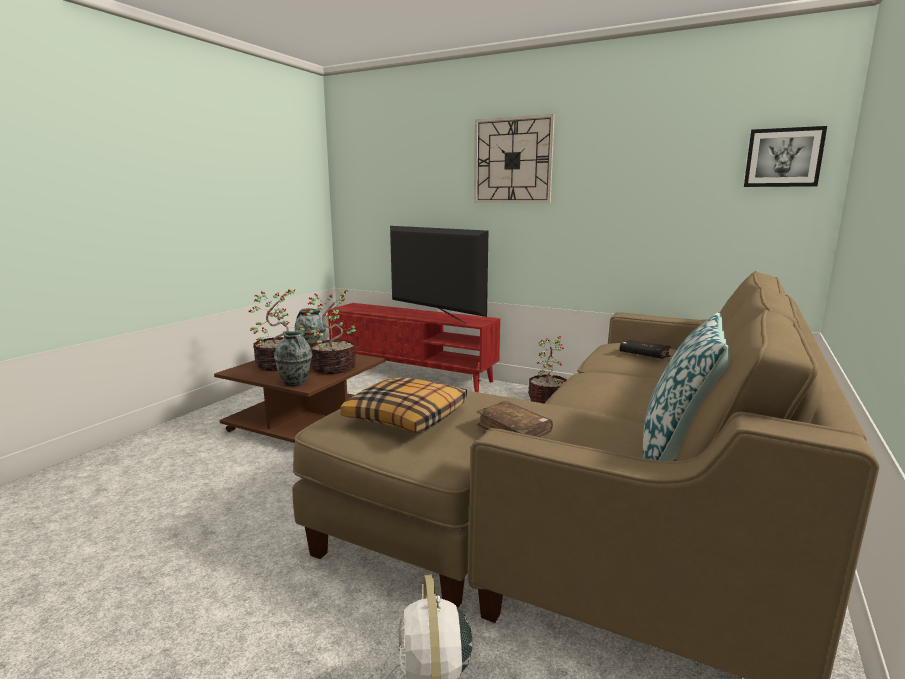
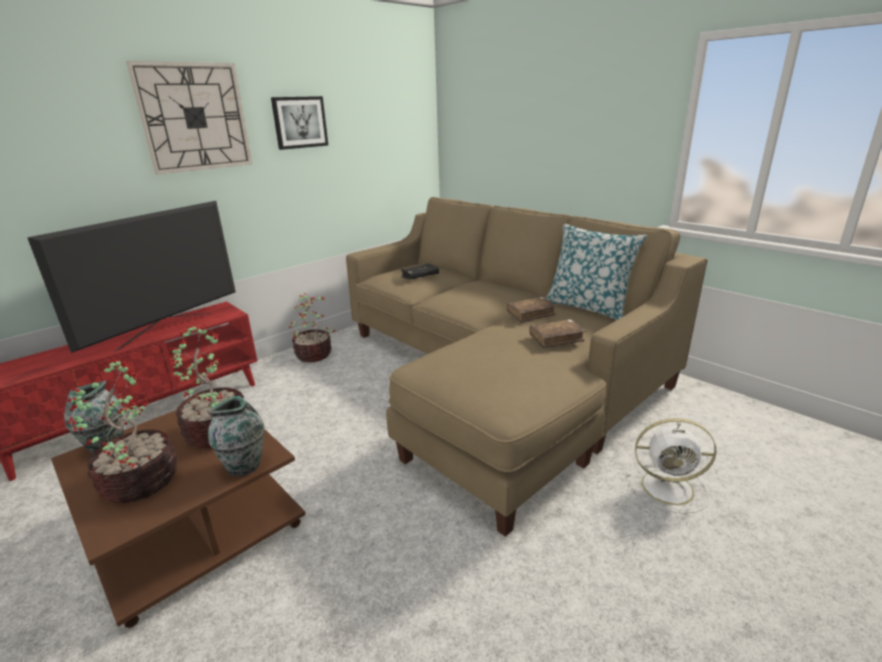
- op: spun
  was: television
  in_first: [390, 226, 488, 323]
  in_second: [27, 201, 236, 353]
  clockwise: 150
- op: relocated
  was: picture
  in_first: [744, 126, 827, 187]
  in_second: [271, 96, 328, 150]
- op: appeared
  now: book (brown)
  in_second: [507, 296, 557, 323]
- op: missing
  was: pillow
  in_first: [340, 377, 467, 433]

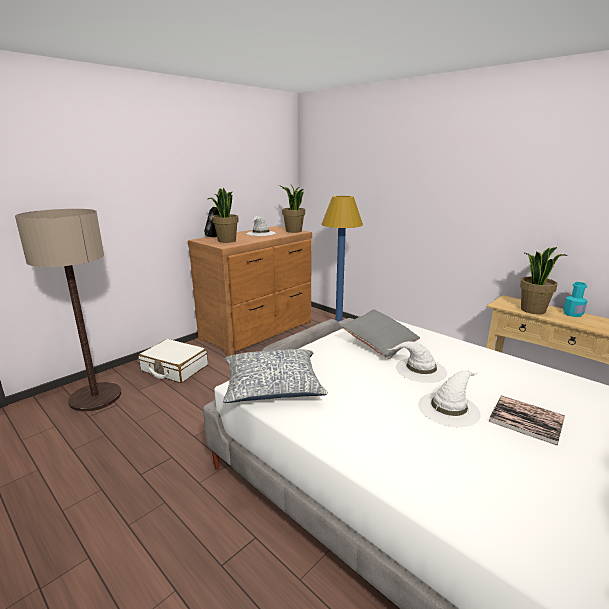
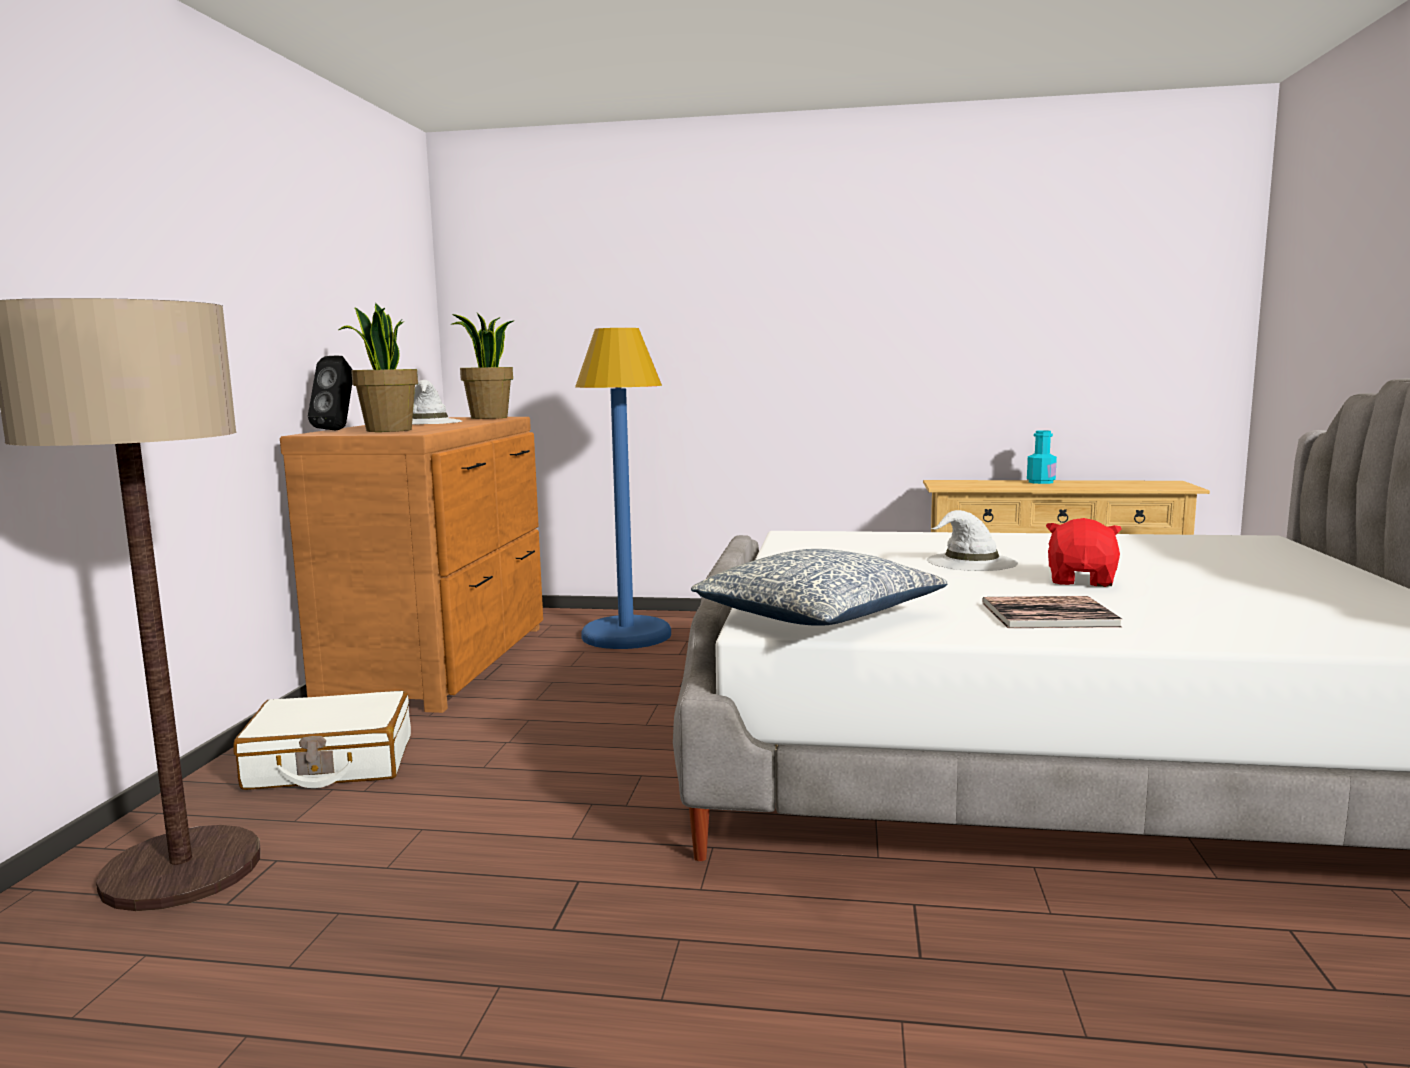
- op: relocated
  was: book
  in_first: [489, 396, 565, 446]
  in_second: [982, 596, 1123, 628]
- op: exchanged
  was: hat (white)
  now: plush toy (red)
  in_first: [418, 370, 481, 427]
  in_second: [1046, 518, 1122, 587]
- op: missing
  was: pillow (grey)
  in_first: [340, 309, 420, 359]
- op: missing
  was: potted plant
  in_first: [520, 247, 568, 314]

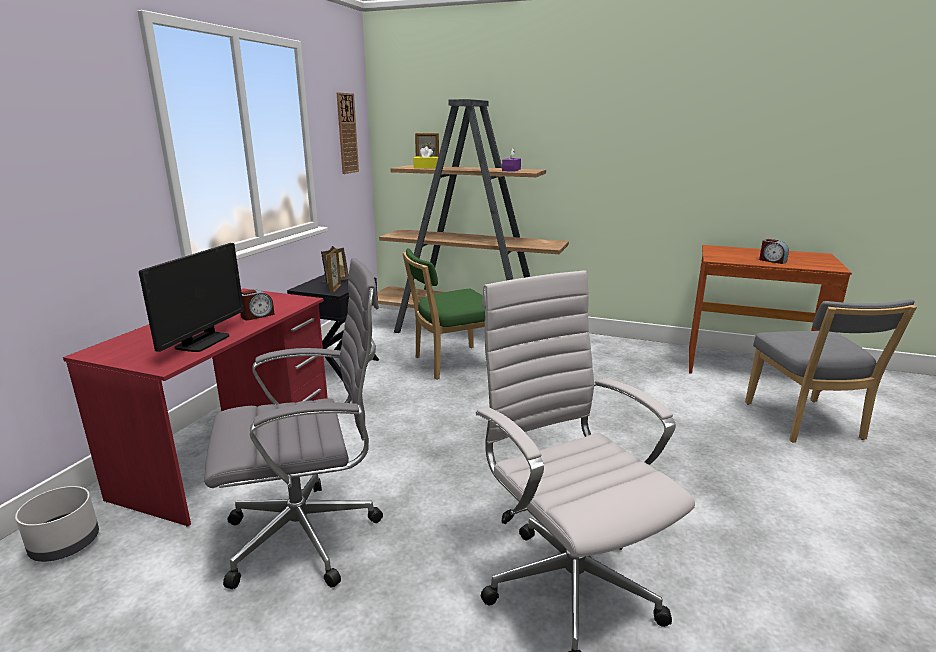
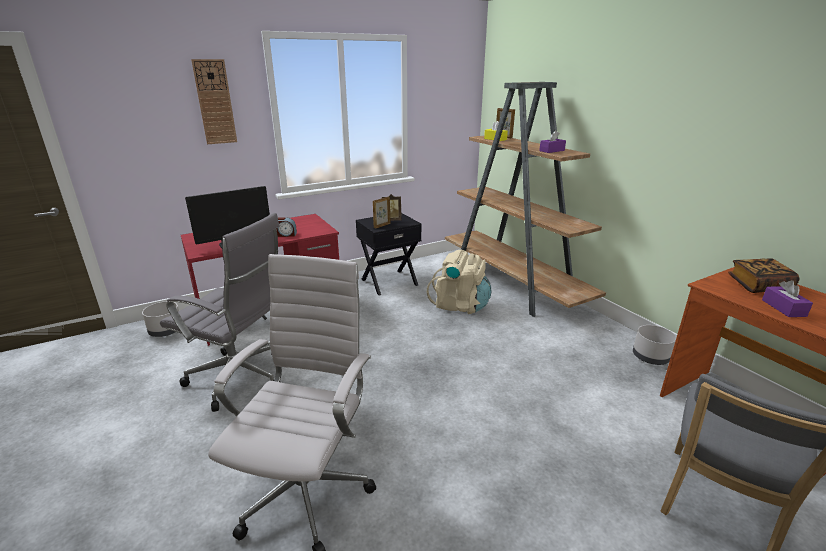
- op: relocated
  was: wall clock
  in_first: [336, 92, 359, 174]
  in_second: [191, 59, 237, 144]
- op: exchanged
  was: chair (green)
  now: backpack (beige)
  in_first: [402, 248, 485, 380]
  in_second: [427, 250, 491, 314]
- op: appeared
  now: planter (grey)
  in_second: [633, 325, 677, 365]
- op: appeared
  now: book
  in_second: [728, 258, 800, 293]
- op: exchanged
  was: alarm clock
  now: tissue box (purple)
  in_first: [759, 239, 789, 264]
  in_second: [762, 280, 813, 317]

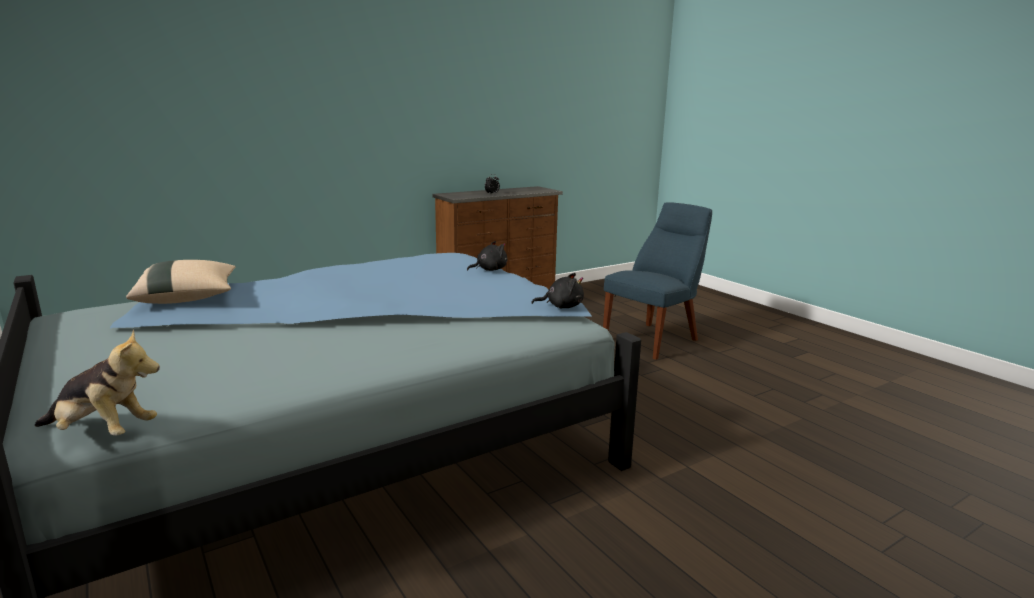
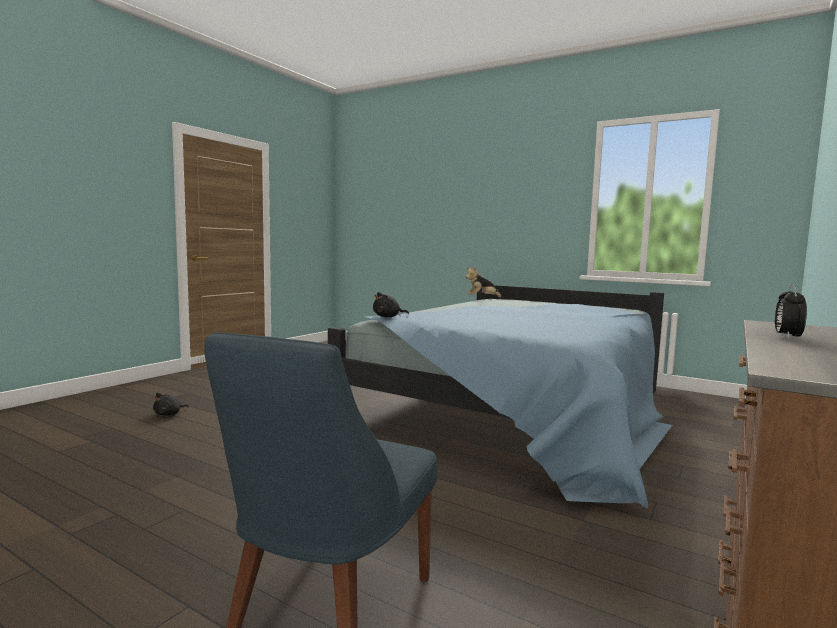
- op: relocated
  was: plush toy (black)
  in_first: [467, 241, 507, 271]
  in_second: [153, 393, 189, 416]
- op: missing
  was: pillow (beige)
  in_first: [126, 260, 235, 304]

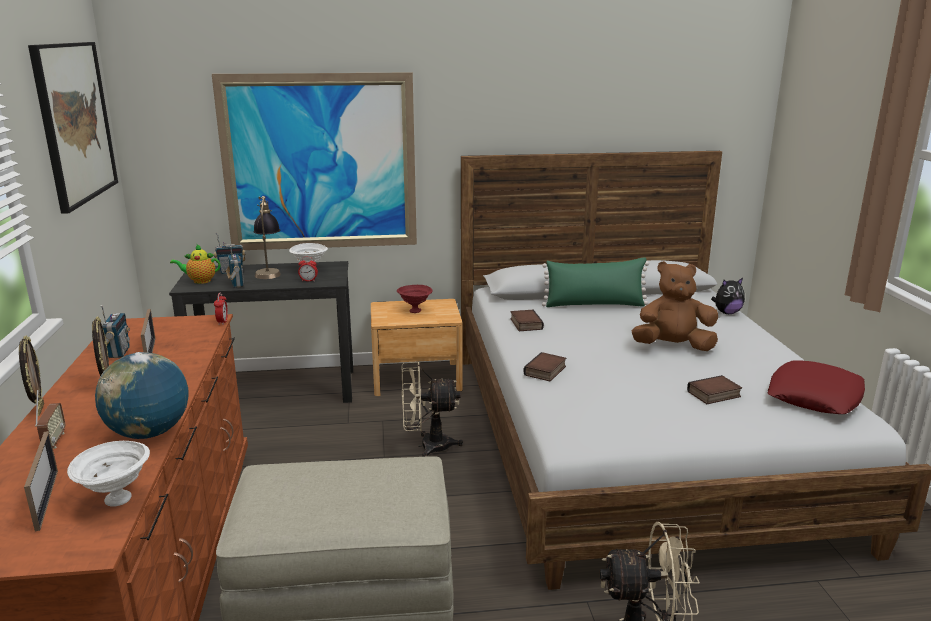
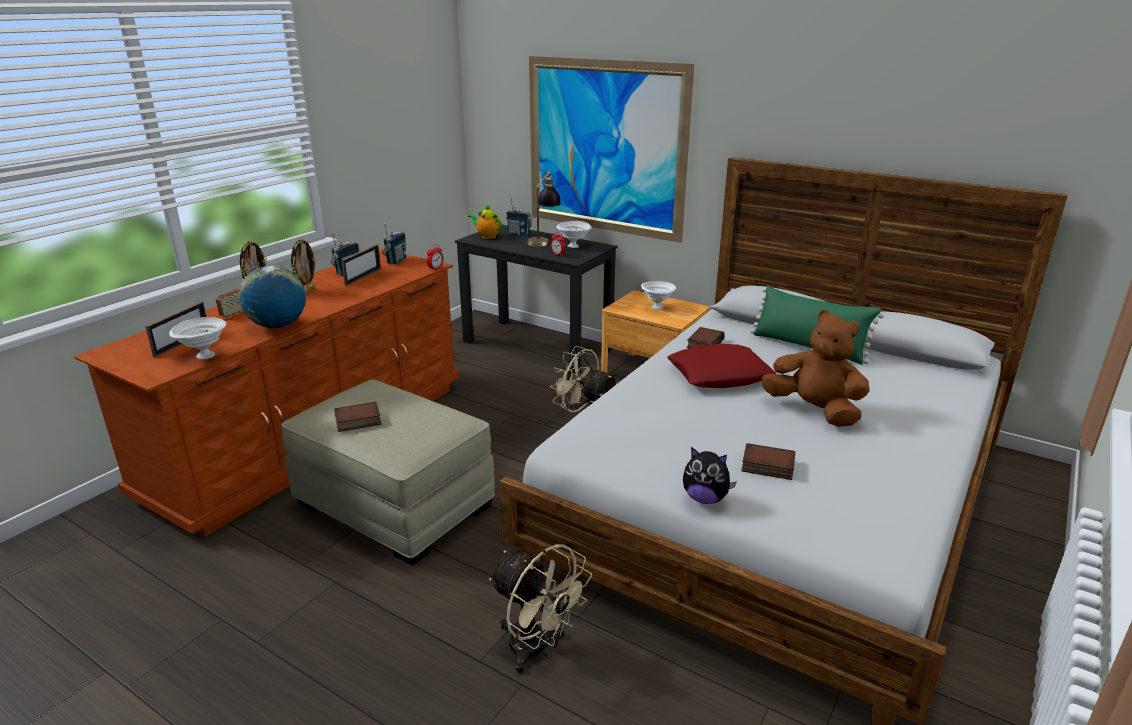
- op: relocated
  was: book
  in_first: [524, 352, 566, 381]
  in_second: [334, 402, 381, 432]
- op: relocated
  was: radio
  in_first: [226, 246, 244, 288]
  in_second: [382, 223, 406, 264]
- op: colour
  was: bowl (red)
  now: bowl (white)
  in_first: [397, 285, 433, 313]
  in_second: [641, 281, 676, 310]
- op: relocated
  was: pillow (red)
  in_first: [767, 360, 865, 414]
  in_second: [667, 344, 776, 388]
- op: relocated
  was: plush toy
  in_first: [711, 278, 745, 314]
  in_second: [683, 447, 737, 504]
- op: missing
  was: picture
  in_first: [28, 42, 118, 214]

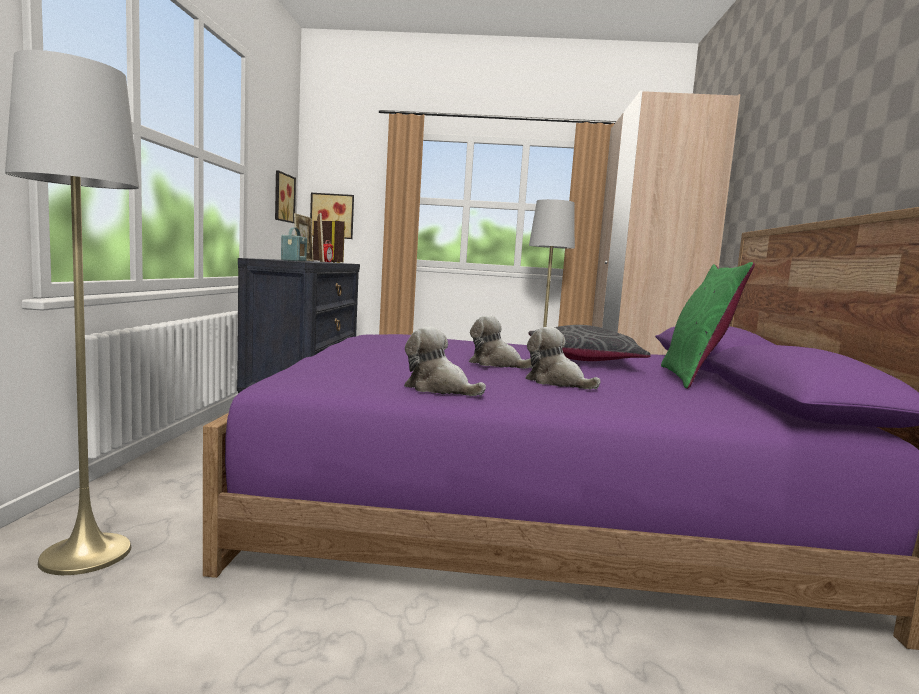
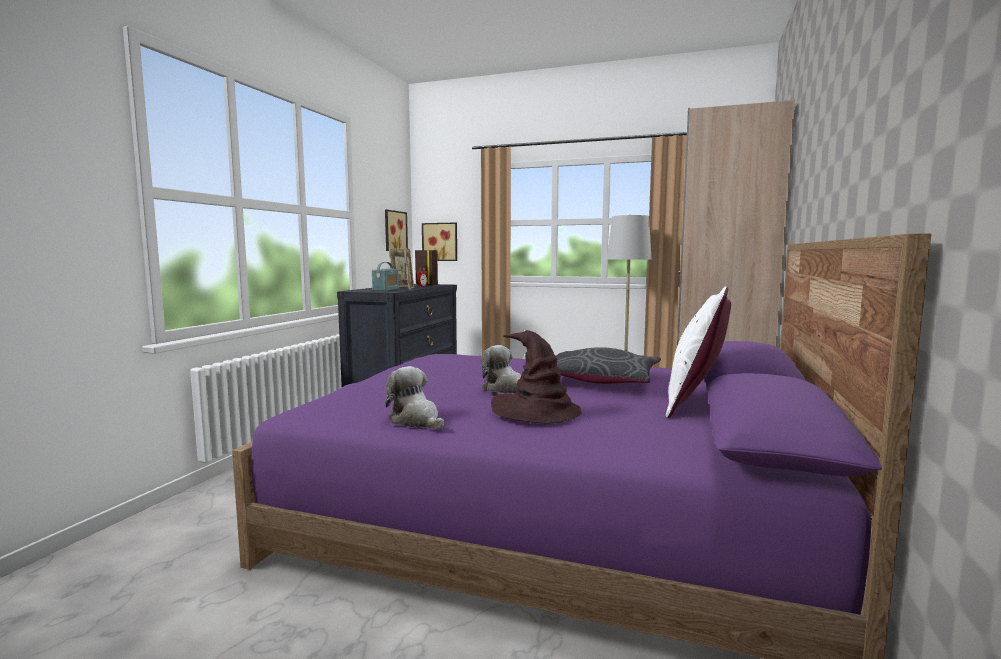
- op: exchanged
  was: plush toy
  now: hat (brown)
  in_first: [525, 327, 601, 389]
  in_second: [491, 330, 582, 424]
- op: colour
  was: pillow (green)
  now: pillow (white)
  in_first: [661, 262, 755, 389]
  in_second: [666, 287, 731, 418]
- op: missing
  was: floor lamp (grey)
  in_first: [5, 50, 139, 575]

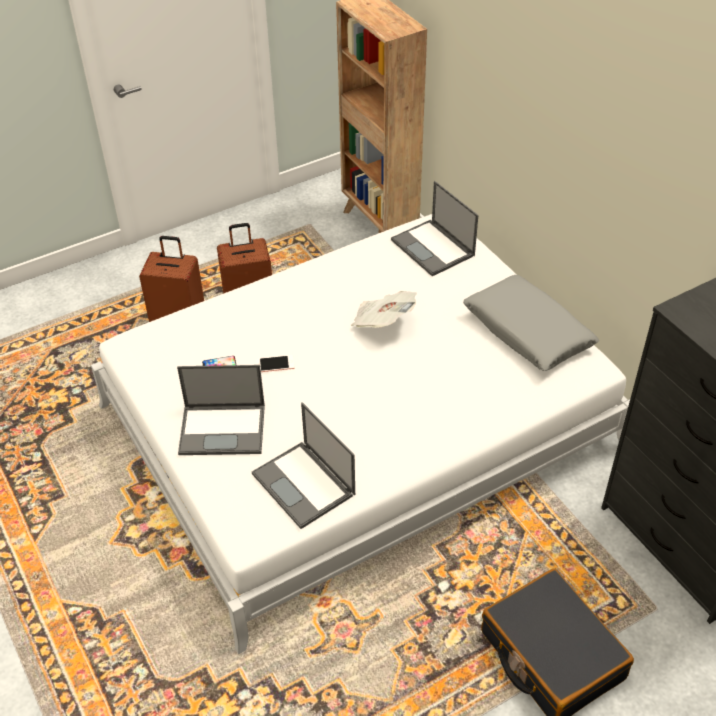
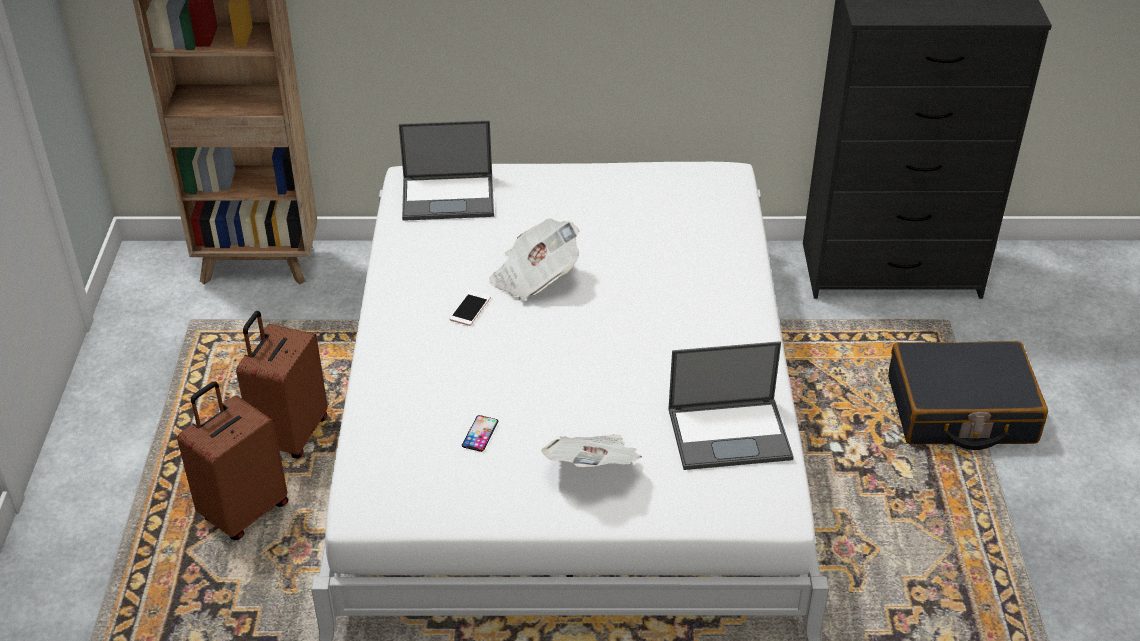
- op: relocated
  was: phone
  in_first: [256, 355, 295, 372]
  in_second: [449, 290, 491, 326]
- op: exchanged
  was: laptop
  now: newspaper
  in_first: [177, 365, 265, 455]
  in_second: [541, 434, 642, 467]
- op: missing
  was: pillow (grey)
  in_first: [463, 275, 599, 371]

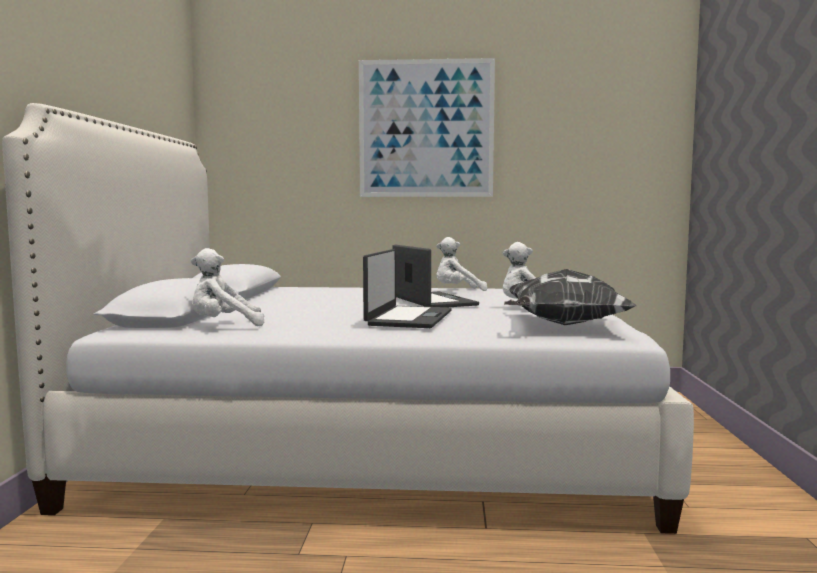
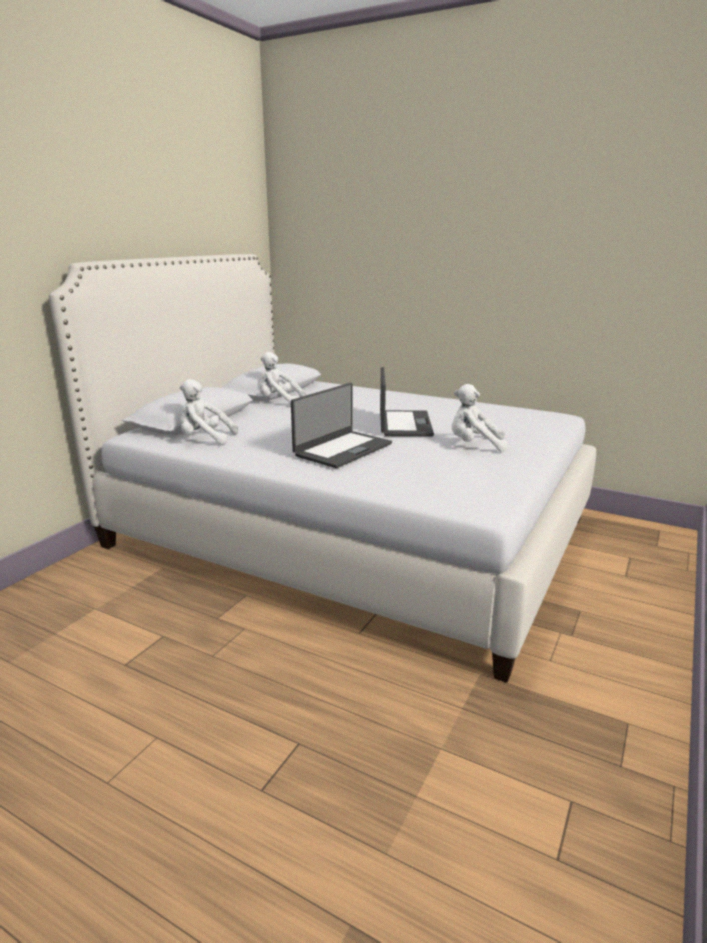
- op: relocated
  was: plush toy (white)
  in_first: [436, 237, 487, 291]
  in_second: [260, 352, 306, 404]
- op: missing
  was: picture
  in_first: [359, 58, 495, 197]
- op: missing
  was: pillow
  in_first: [504, 269, 636, 325]

